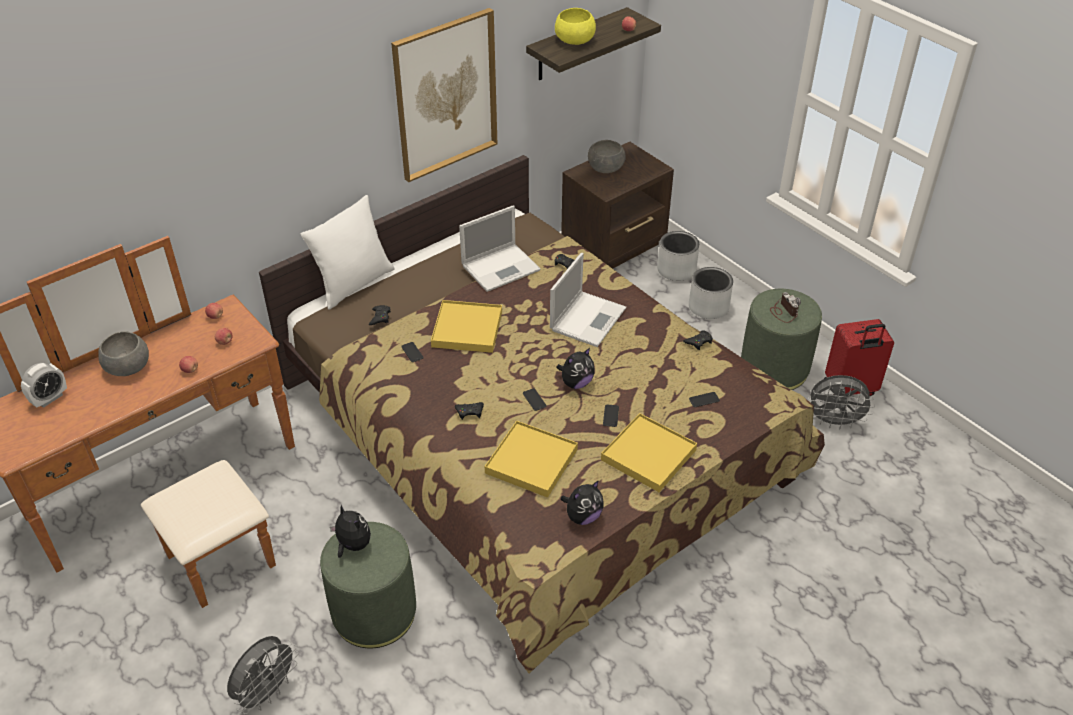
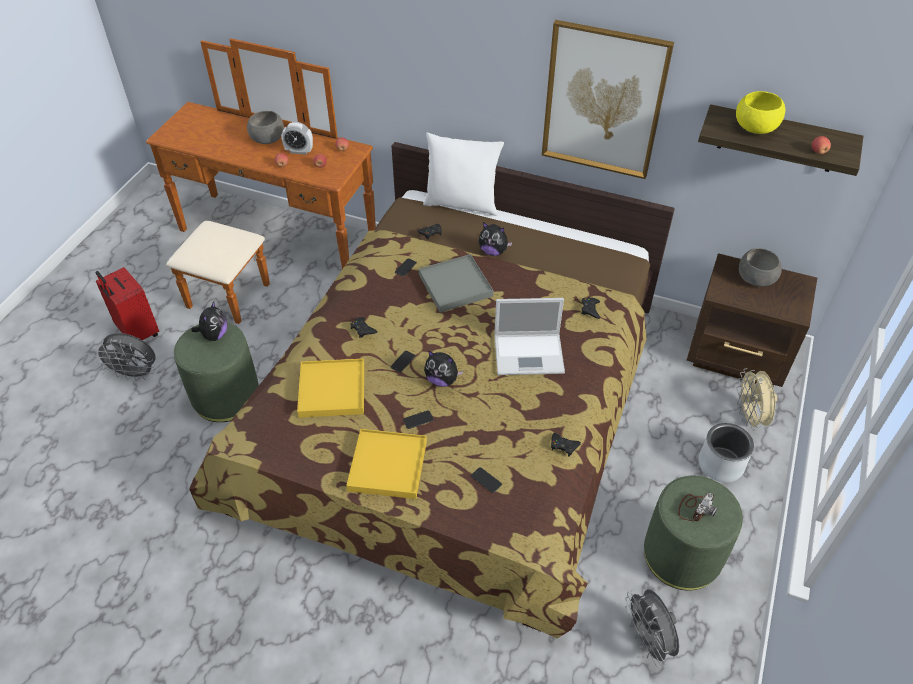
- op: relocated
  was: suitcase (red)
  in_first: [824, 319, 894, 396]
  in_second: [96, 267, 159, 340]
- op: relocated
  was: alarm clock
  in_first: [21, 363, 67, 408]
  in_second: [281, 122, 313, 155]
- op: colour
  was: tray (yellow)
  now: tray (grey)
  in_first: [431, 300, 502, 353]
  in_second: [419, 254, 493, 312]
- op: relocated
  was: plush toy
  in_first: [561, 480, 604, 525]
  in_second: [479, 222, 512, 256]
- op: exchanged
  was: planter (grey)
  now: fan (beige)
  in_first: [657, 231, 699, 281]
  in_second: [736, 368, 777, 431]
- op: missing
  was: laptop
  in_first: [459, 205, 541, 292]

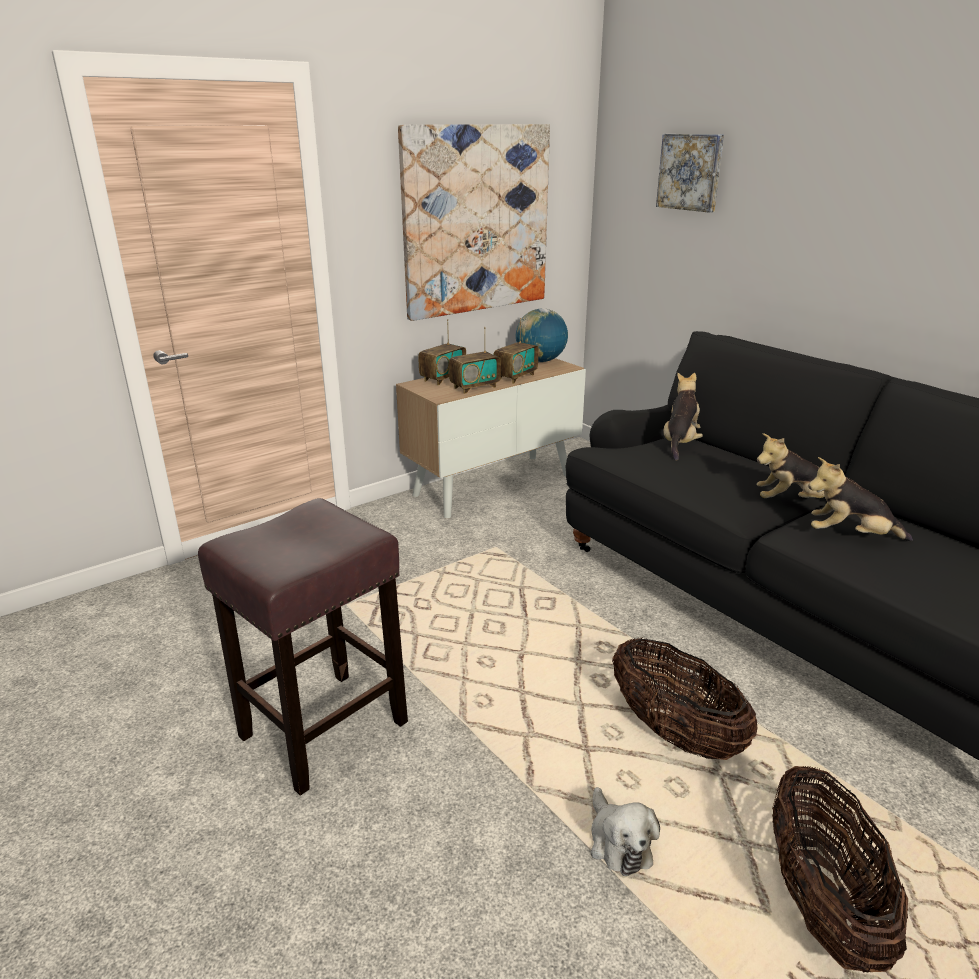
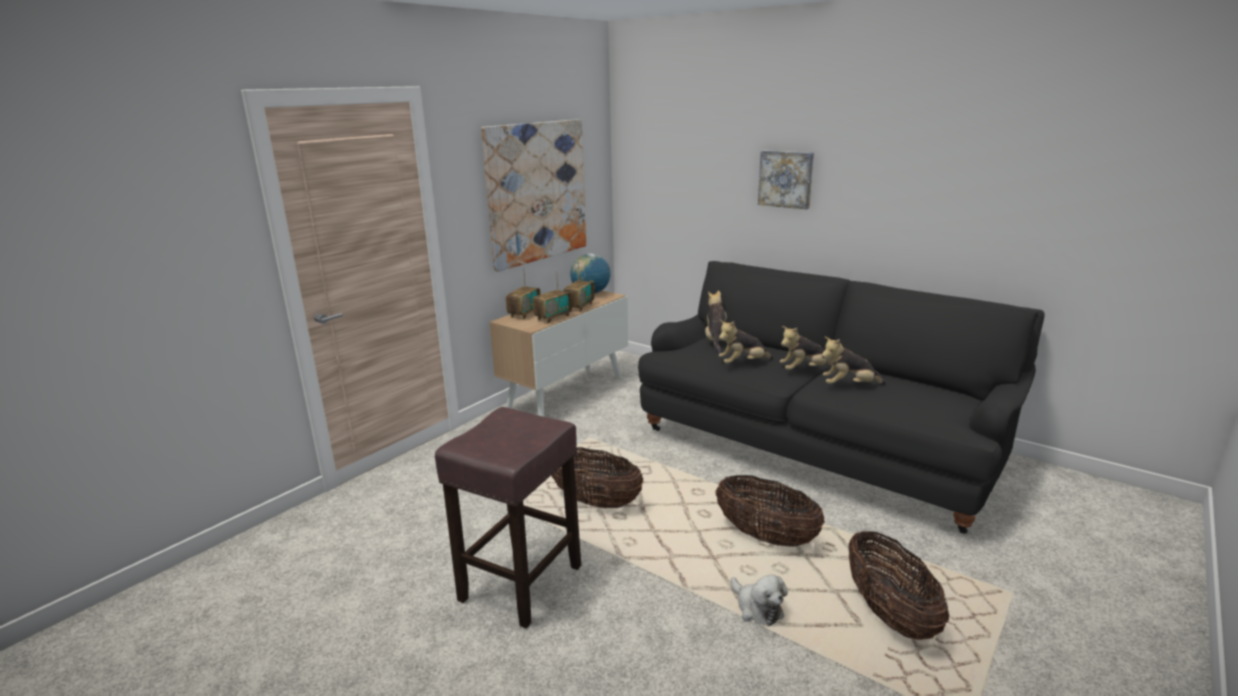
- op: appeared
  now: basket
  in_second: [551, 447, 643, 508]
- op: appeared
  now: plush toy
  in_second: [719, 320, 773, 364]
- op: relocated
  was: picture
  in_first: [656, 134, 724, 212]
  in_second: [758, 150, 814, 209]

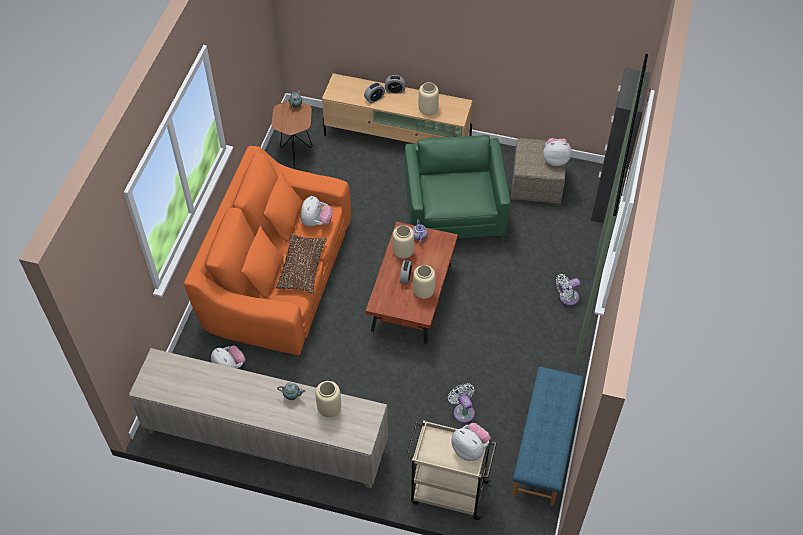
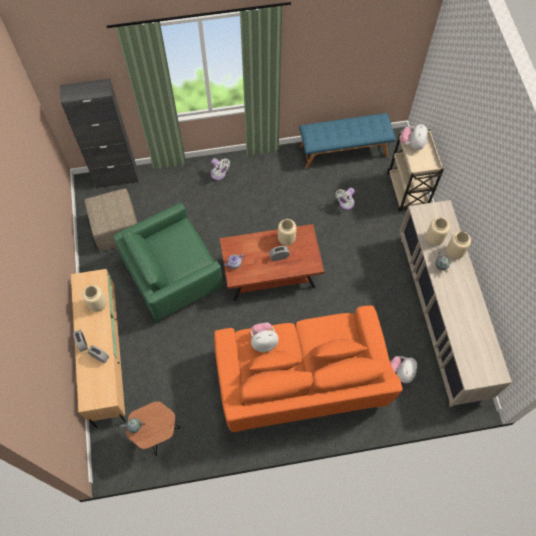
- op: relocated
  was: vase (beige)
  in_first: [393, 225, 414, 259]
  in_second: [446, 231, 471, 259]
- op: missing
  was: pillow (brown)
  in_first: [276, 234, 327, 294]
- op: missing
  was: plush toy
  in_first: [543, 138, 572, 166]

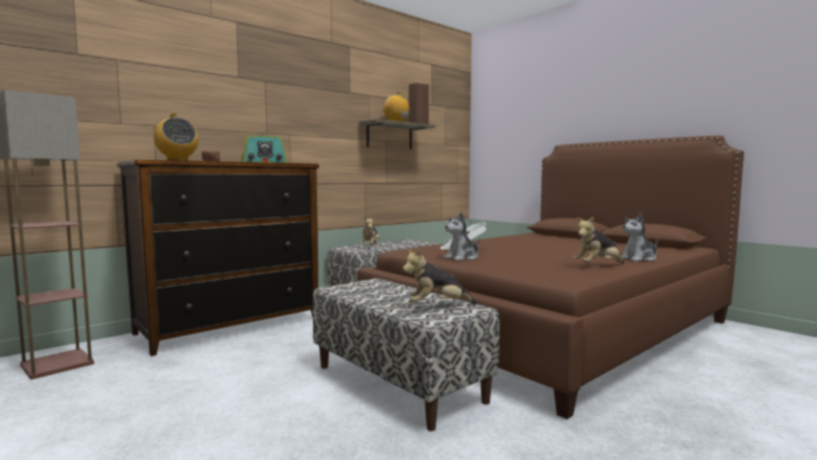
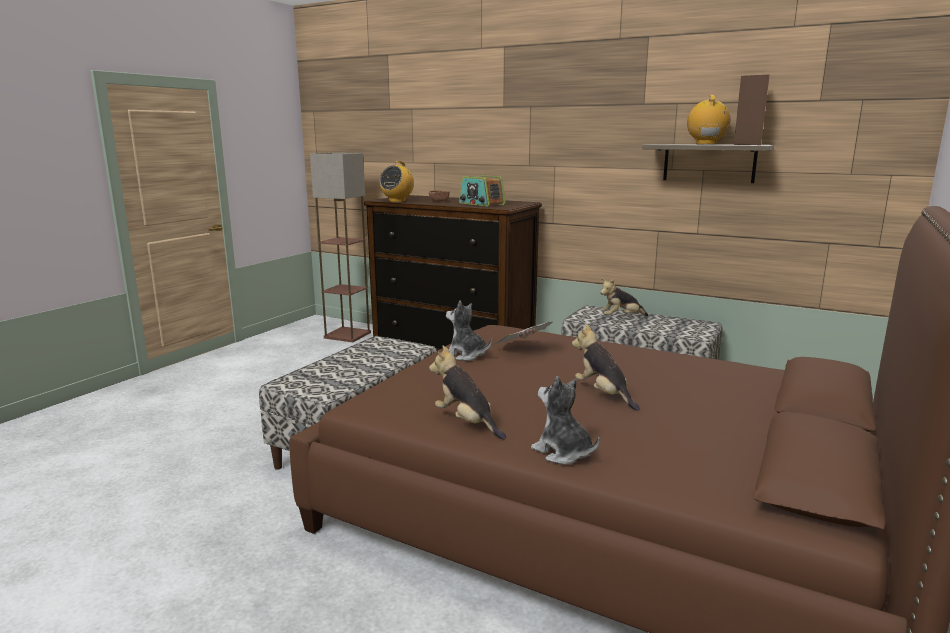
- op: relocated
  was: plush toy
  in_first: [403, 249, 477, 304]
  in_second: [572, 324, 640, 411]

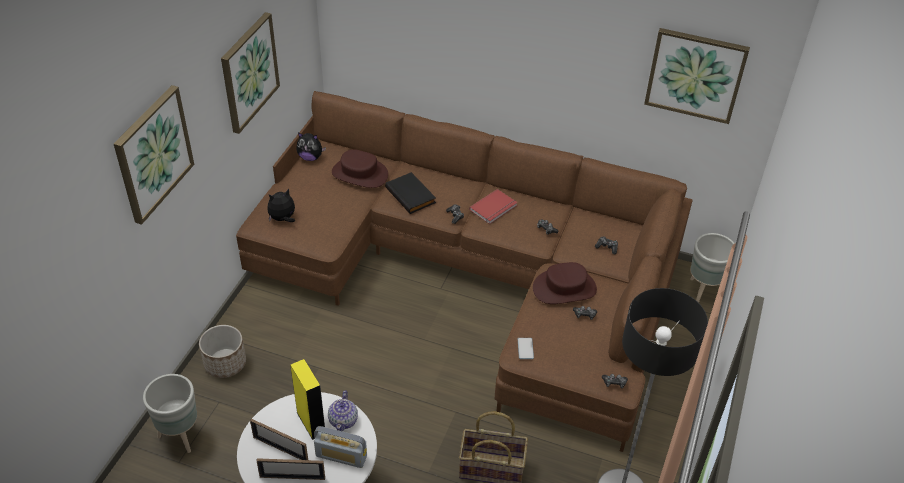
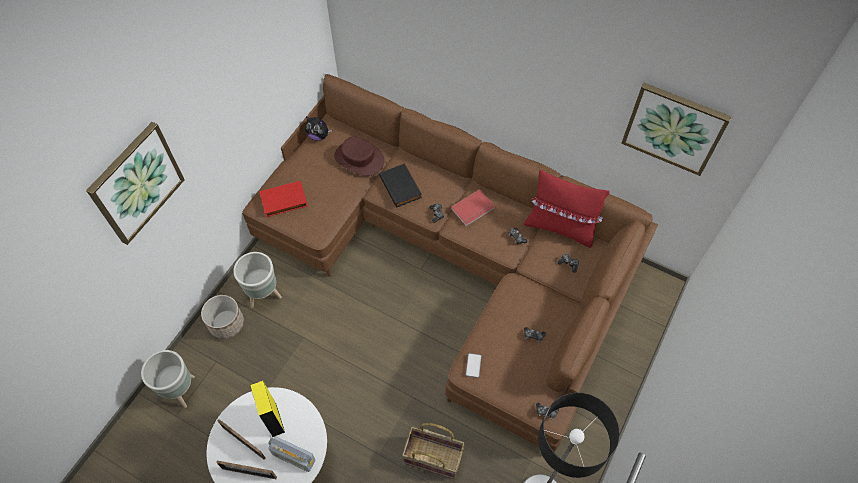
- op: relocated
  was: planter (grey)
  in_first: [690, 233, 735, 303]
  in_second: [233, 252, 282, 308]
- op: exchanged
  was: plush toy
  now: book (red)
  in_first: [267, 189, 295, 222]
  in_second: [259, 181, 308, 217]
- op: appeared
  now: pillow (red)
  in_second: [524, 169, 610, 248]
- op: missing
  was: picture
  in_first: [221, 12, 280, 134]
- op: missing
  was: teapot
  in_first: [328, 390, 358, 432]
- op: missing
  was: hat (brown)
  in_first: [533, 262, 597, 304]

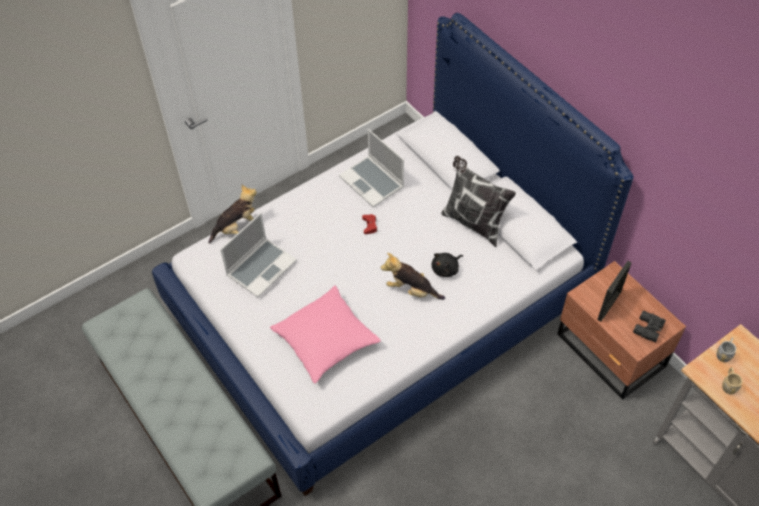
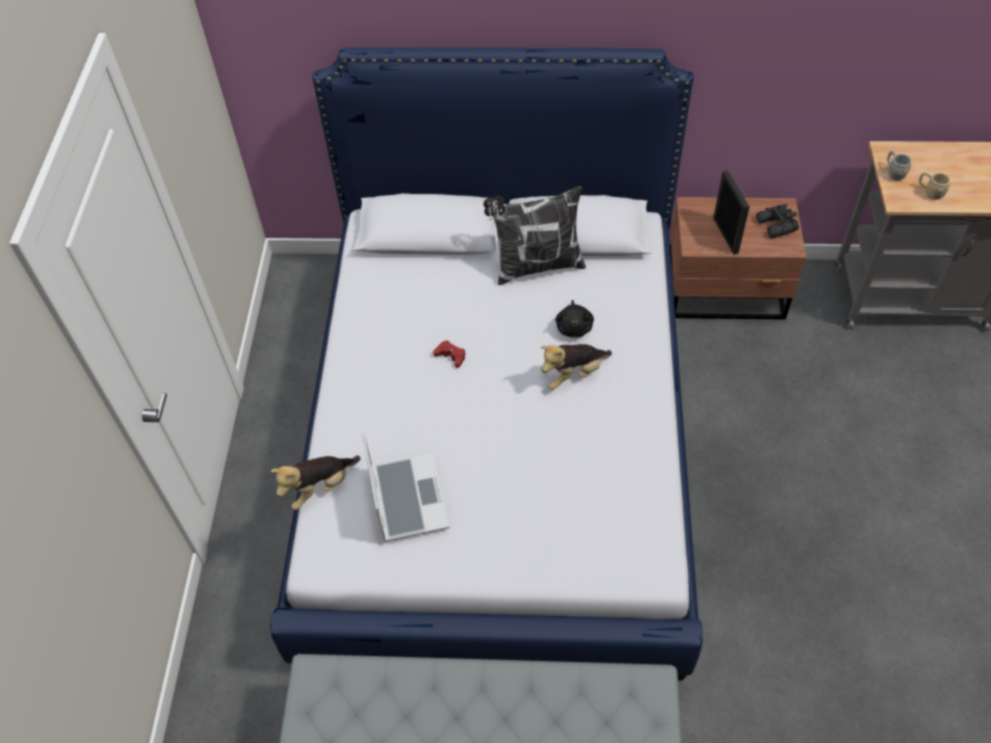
- op: spun
  was: plush toy
  in_first: [209, 185, 257, 244]
  in_second: [271, 456, 361, 510]
  clockwise: -135
- op: missing
  was: pillow (pink)
  in_first: [270, 286, 381, 384]
- op: missing
  was: laptop
  in_first: [339, 129, 404, 207]

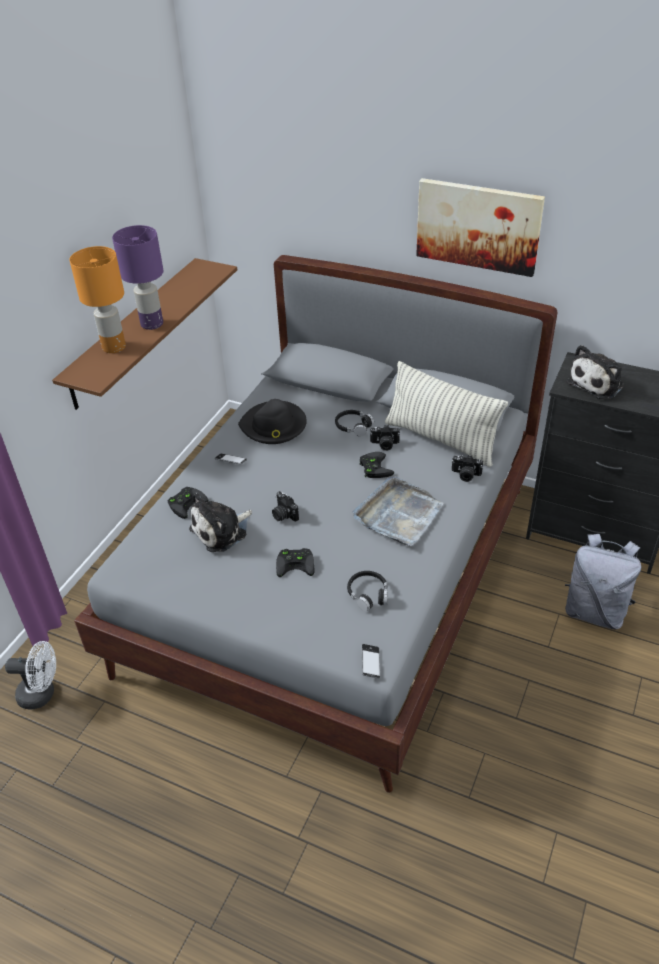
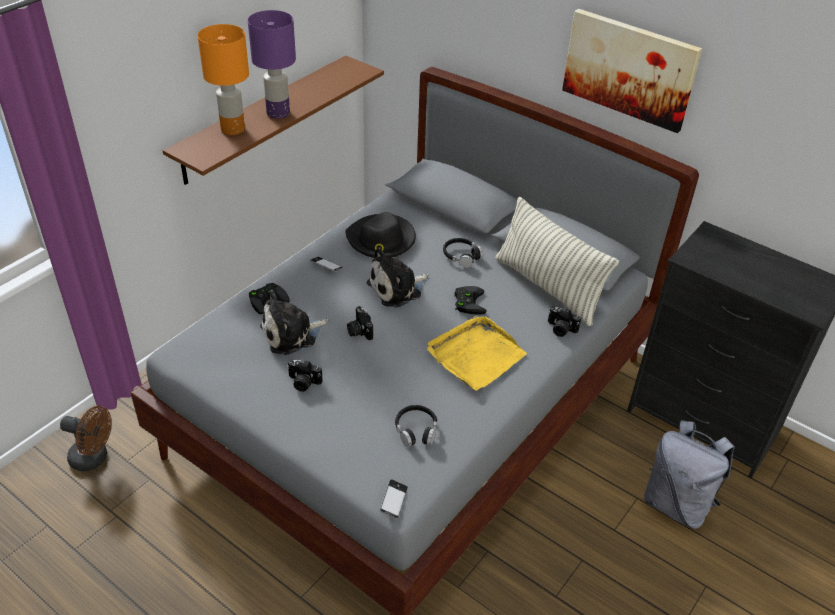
- op: colour
  was: fan (white)
  now: fan (brown)
  in_first: [5, 641, 56, 709]
  in_second: [60, 406, 112, 471]
- op: relocated
  was: photo camera
  in_first: [370, 425, 400, 451]
  in_second: [287, 360, 323, 392]
- op: relocated
  was: plush toy
  in_first: [566, 345, 624, 399]
  in_second: [367, 248, 428, 308]
- op: colour
  was: tray (grey)
  now: tray (yellow)
  in_first: [353, 477, 444, 546]
  in_second: [428, 316, 527, 391]
- op: missing
  was: game controller (black)
  in_first: [276, 548, 315, 577]

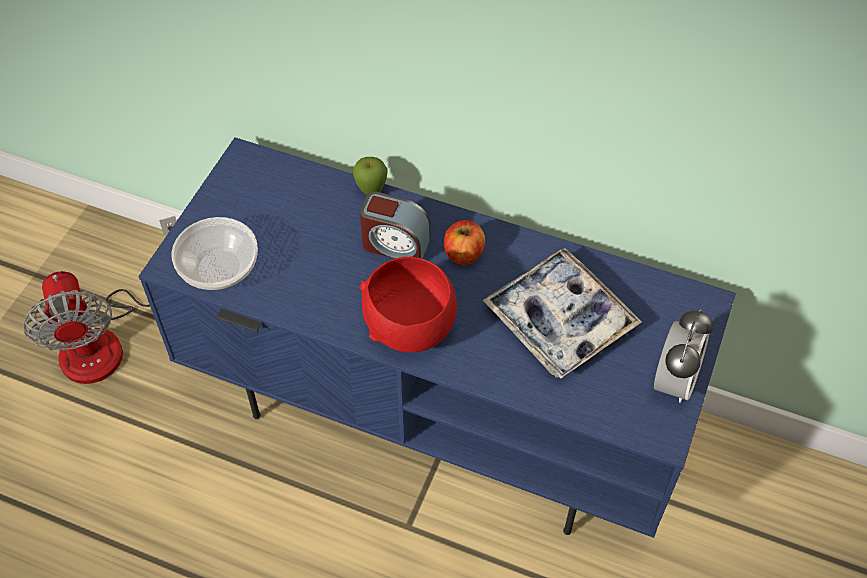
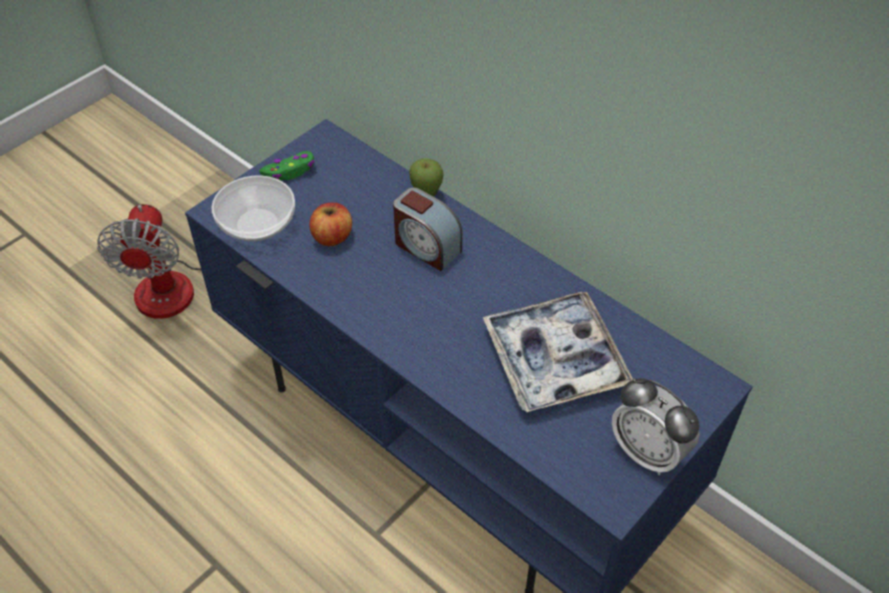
- op: appeared
  now: game controller (green)
  in_second: [259, 151, 314, 181]
- op: relocated
  was: apple
  in_first: [444, 220, 485, 265]
  in_second: [309, 202, 352, 246]
- op: spun
  was: alarm clock
  in_first: [654, 309, 713, 403]
  in_second: [612, 378, 700, 475]
  clockwise: 90
- op: missing
  was: bowl (red)
  in_first: [360, 257, 457, 352]

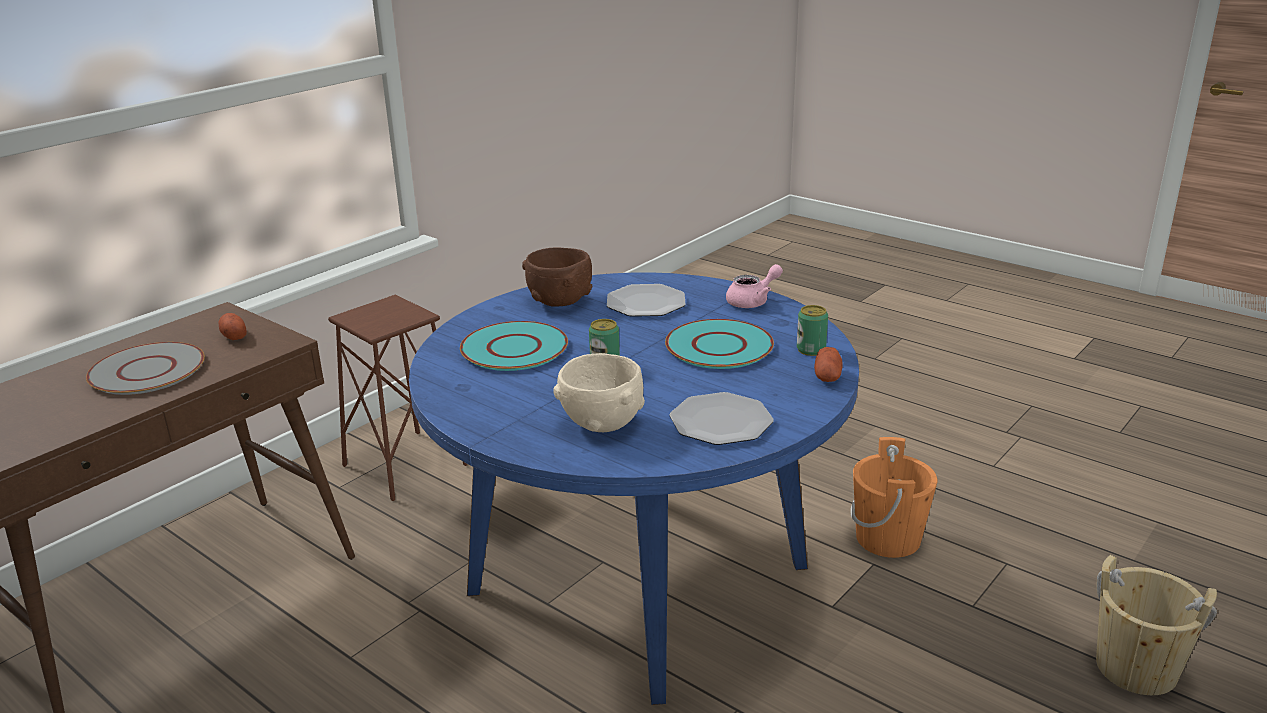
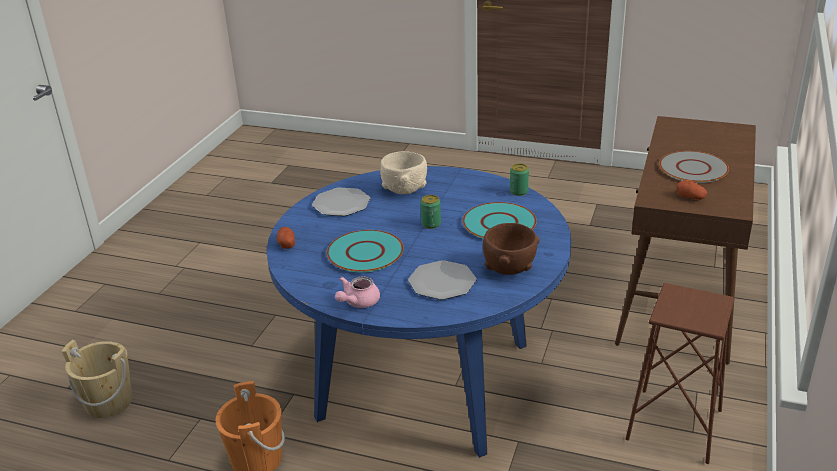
- op: relocated
  was: can
  in_first: [797, 305, 828, 356]
  in_second: [510, 164, 529, 196]

